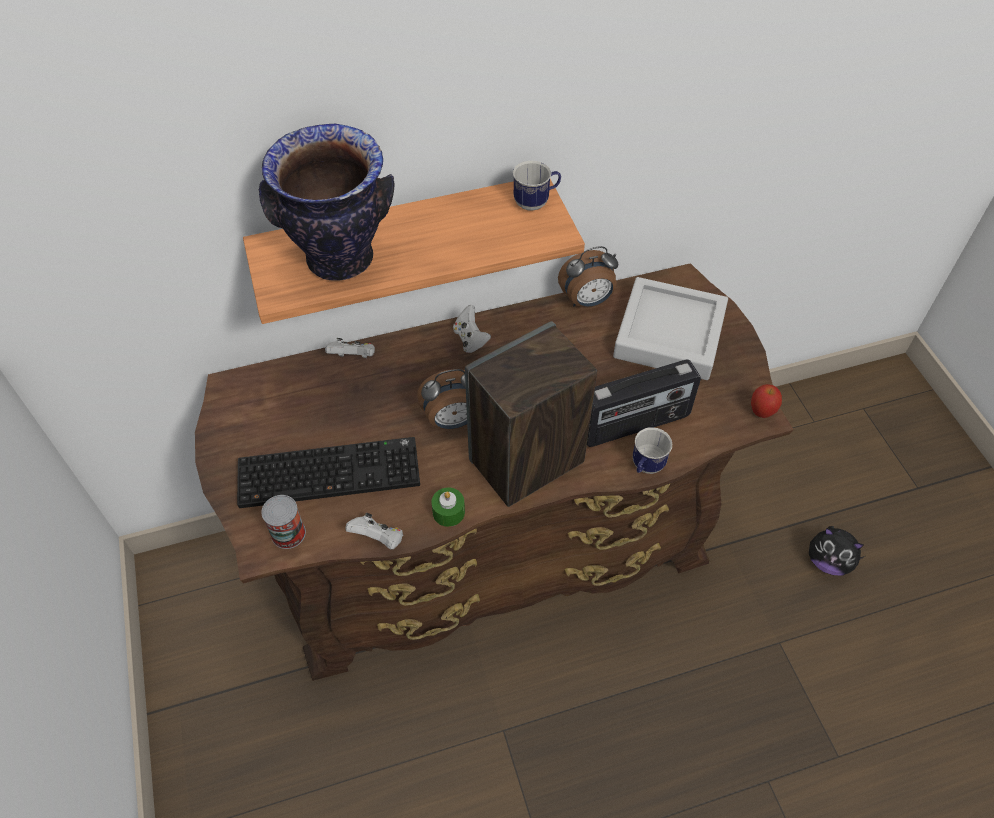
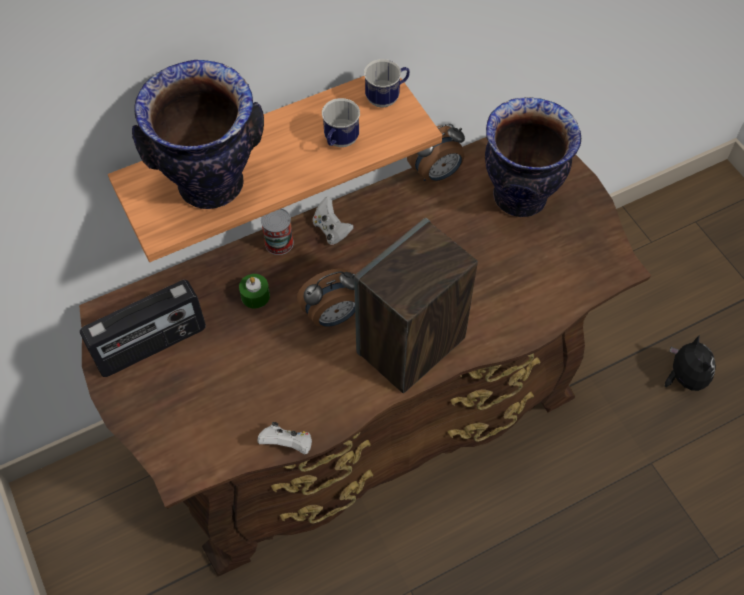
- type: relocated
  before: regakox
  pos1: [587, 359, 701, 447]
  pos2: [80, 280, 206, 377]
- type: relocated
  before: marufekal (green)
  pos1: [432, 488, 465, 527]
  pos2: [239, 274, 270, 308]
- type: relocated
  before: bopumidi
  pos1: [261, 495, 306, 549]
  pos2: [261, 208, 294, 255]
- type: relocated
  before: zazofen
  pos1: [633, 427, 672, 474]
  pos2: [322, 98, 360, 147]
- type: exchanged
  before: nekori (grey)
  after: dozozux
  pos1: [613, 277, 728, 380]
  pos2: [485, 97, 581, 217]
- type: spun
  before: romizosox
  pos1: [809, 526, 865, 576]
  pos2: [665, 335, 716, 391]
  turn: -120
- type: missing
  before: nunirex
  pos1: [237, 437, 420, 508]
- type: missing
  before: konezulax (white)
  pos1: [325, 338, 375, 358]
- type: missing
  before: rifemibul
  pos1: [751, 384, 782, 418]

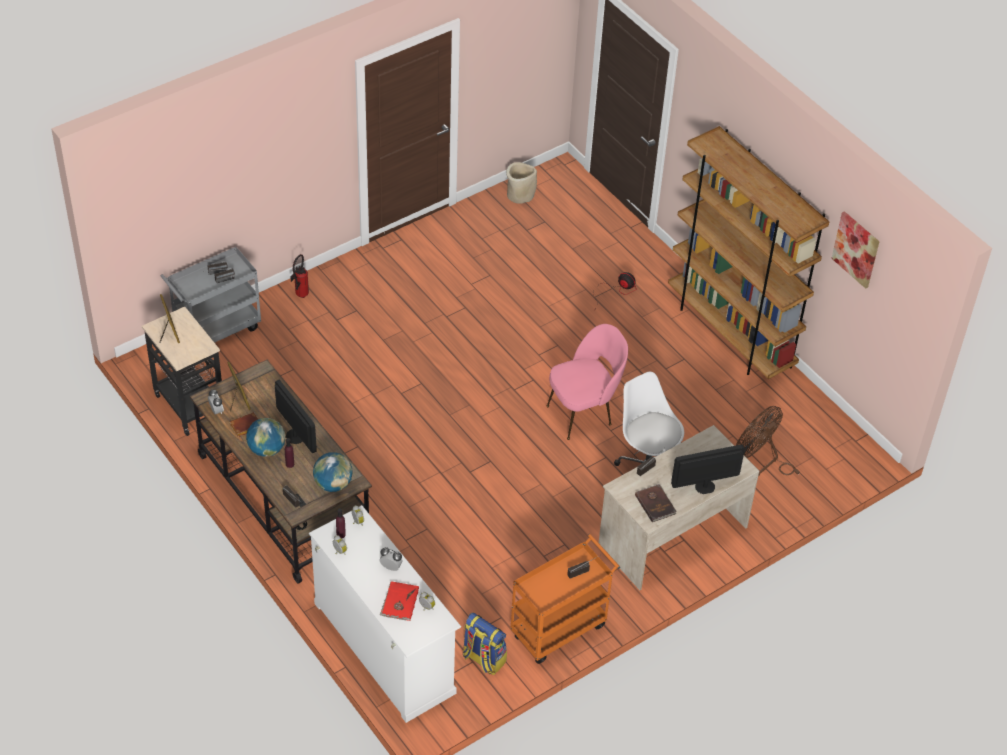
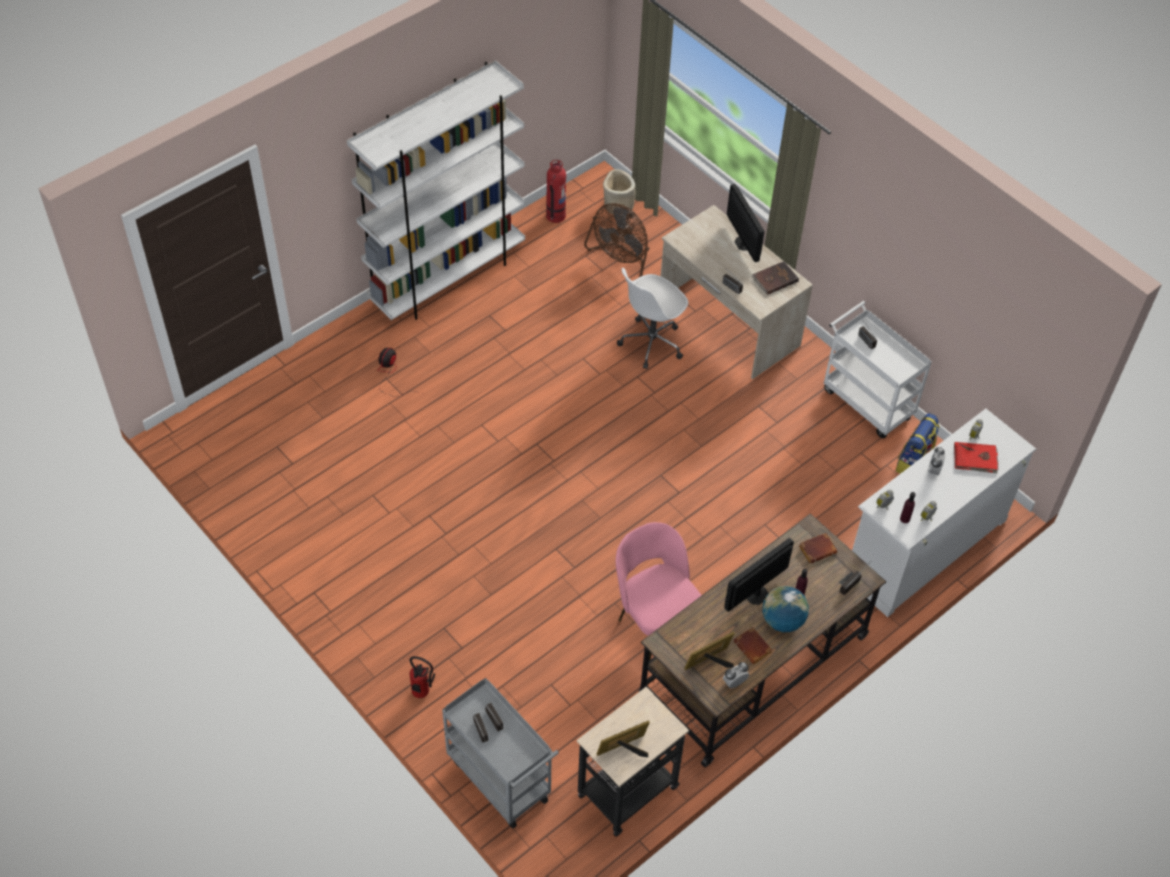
- type: colour
  before: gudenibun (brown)
  after: gudenibun (white)
  pos1: [668, 126, 830, 379]
  pos2: [347, 60, 525, 320]
- type: appeared
  after: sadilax
  pos2: [546, 160, 566, 223]
- type: relocated
  before: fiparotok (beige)
  pos1: [506, 162, 537, 204]
  pos2: [603, 169, 635, 214]
- type: relocated
  before: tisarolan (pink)
  pos1: [546, 324, 628, 440]
  pos2: [616, 522, 702, 661]
- type: exchanged
  before: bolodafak
  after: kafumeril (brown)
  pos1: [313, 452, 352, 492]
  pos2: [799, 533, 837, 564]
- type: colour
  before: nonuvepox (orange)
  after: nonuvepox (white)
  pos1: [510, 534, 620, 664]
  pos2: [824, 301, 932, 438]
- type: missing
  before: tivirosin
  pos1: [831, 211, 880, 289]

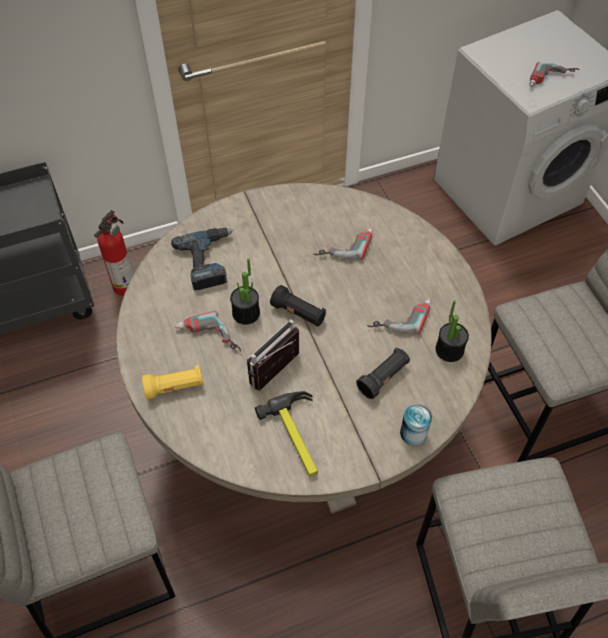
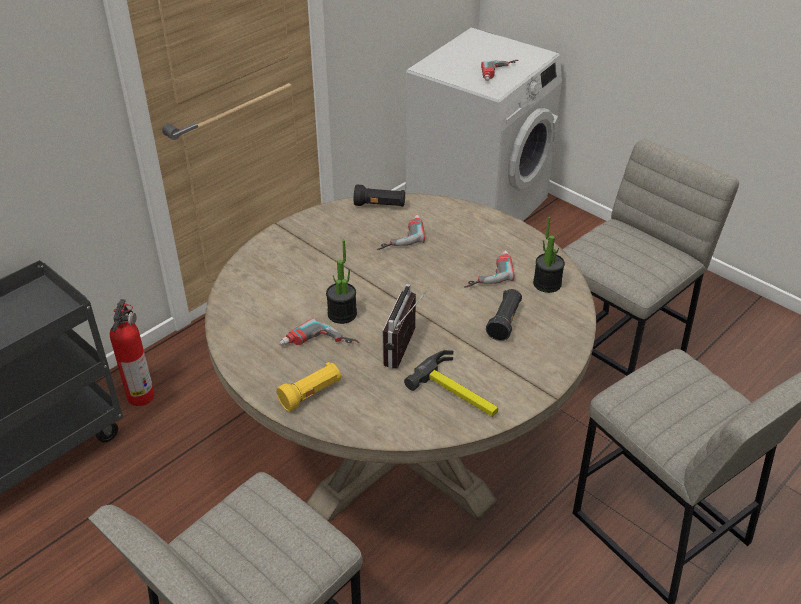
- type: relocated
  before: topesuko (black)
  pos1: [270, 285, 326, 326]
  pos2: [354, 185, 405, 207]
- type: missing
  before: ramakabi
  pos1: [171, 228, 234, 290]
- type: missing
  before: bopumidi
  pos1: [400, 404, 432, 446]

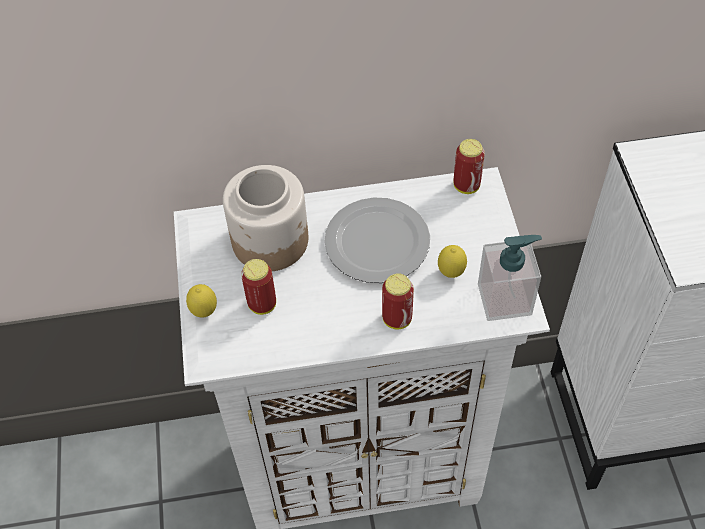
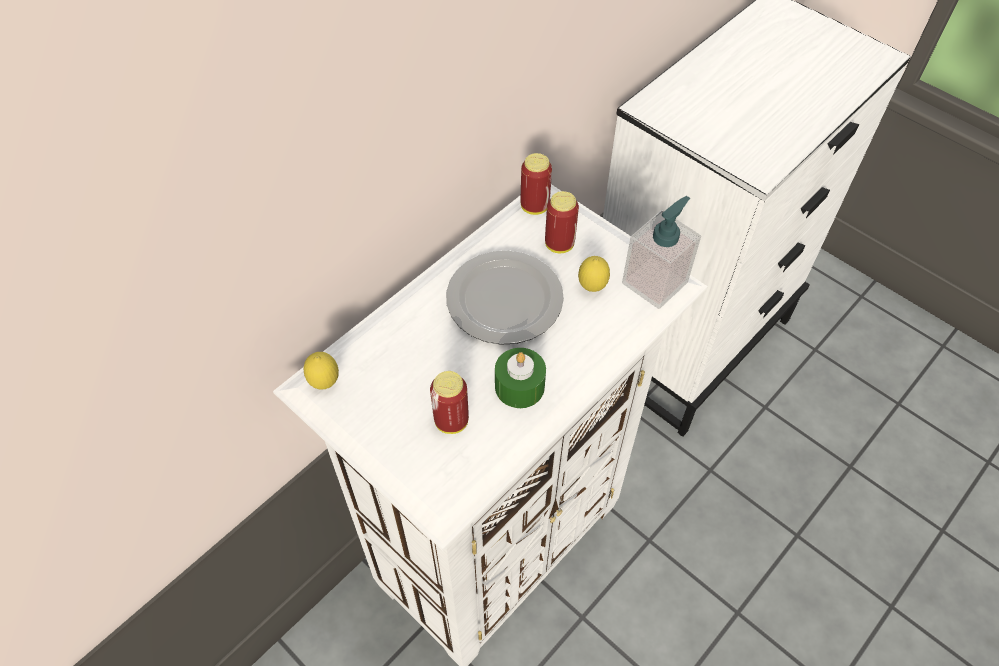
- type: relocated
  before: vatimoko
  pos1: [186, 284, 217, 318]
  pos2: [304, 352, 339, 390]
- type: appeared
  after: marufekal (green)
  pos2: [495, 348, 546, 408]
- type: relocated
  before: bopumidi
  pos1: [382, 273, 414, 330]
  pos2: [545, 191, 579, 253]
- type: missing
  before: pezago
  pos1: [223, 165, 308, 271]

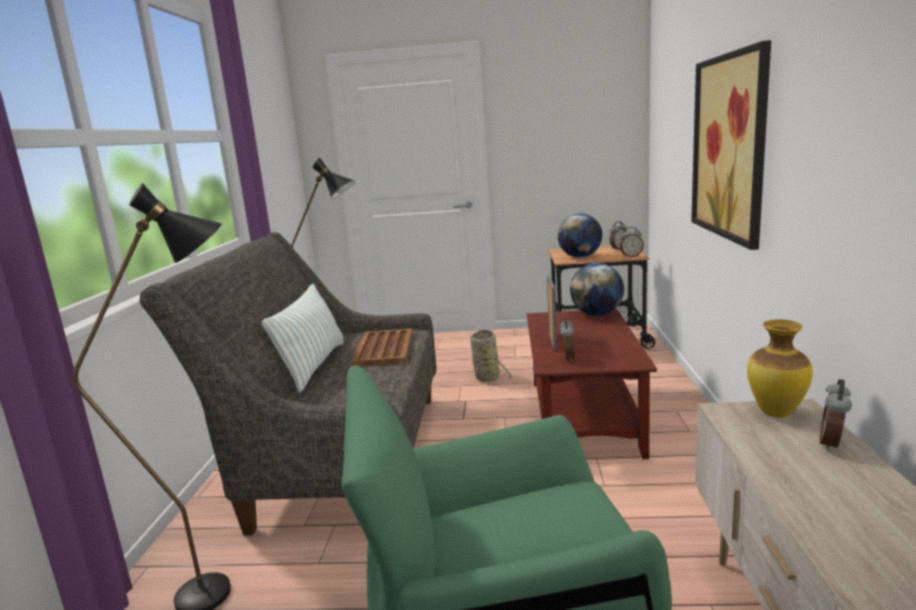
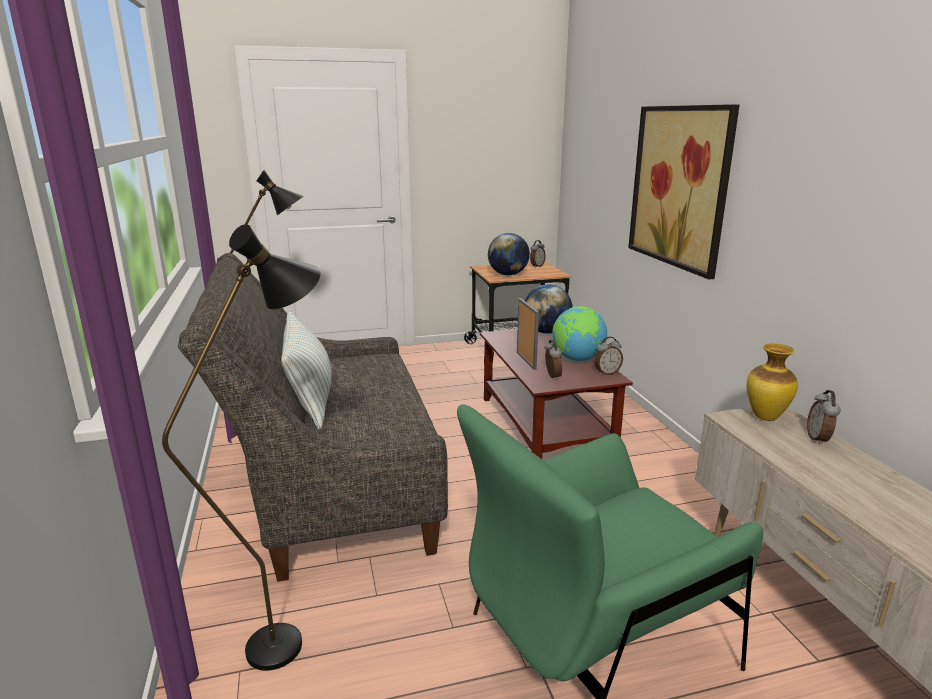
- type: appeared
  after: bolodafak
  pos2: [552, 306, 607, 362]
- type: relocated
  before: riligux
  pos1: [620, 227, 644, 257]
  pos2: [594, 337, 623, 375]
- type: missing
  before: nekori (brown)
  pos1: [351, 328, 413, 366]
- type: missing
  before: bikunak
  pos1: [470, 329, 513, 387]

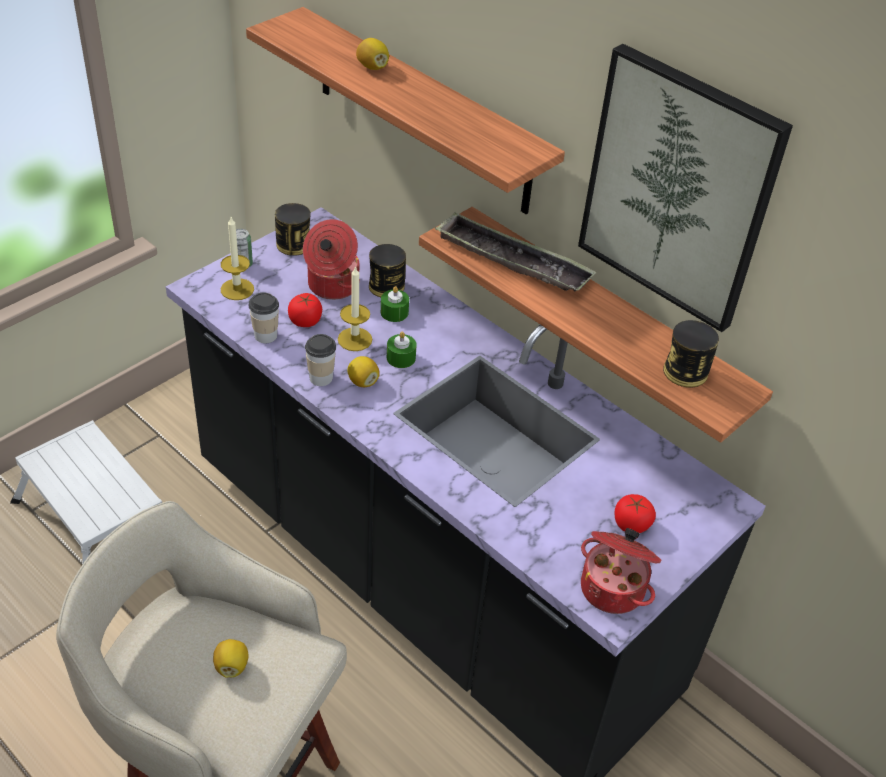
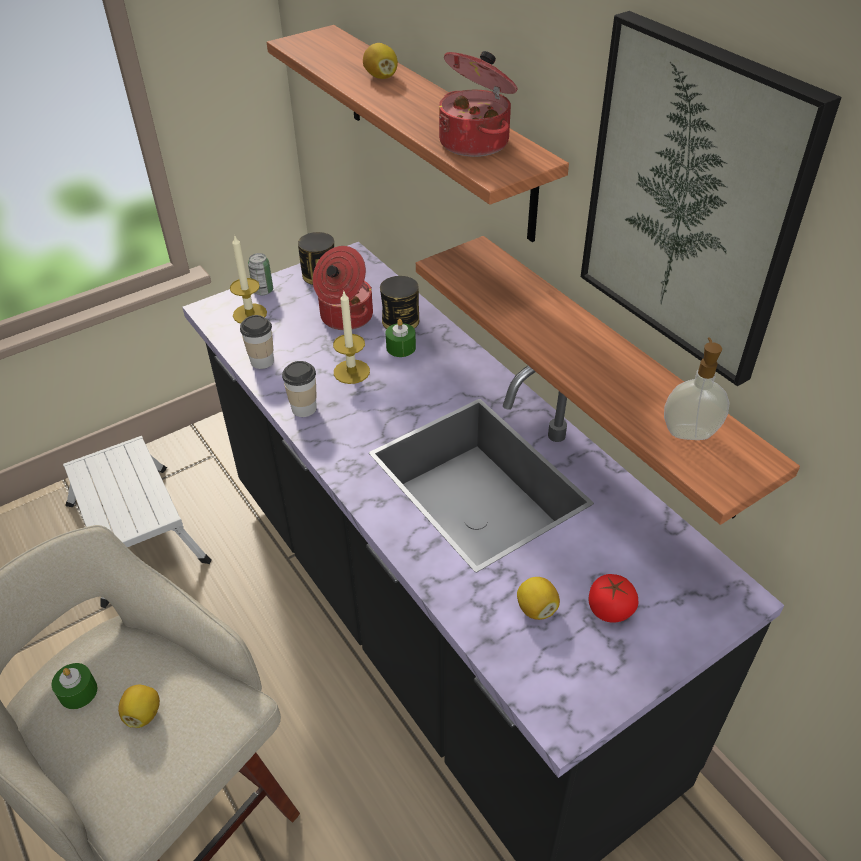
- type: relocated
  before: marufekal (green)
  pos1: [387, 332, 417, 368]
  pos2: [52, 663, 97, 709]
- type: relocated
  before: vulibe
  pos1: [581, 528, 661, 614]
  pos2: [439, 51, 518, 157]
- type: relocated
  before: vatimoko
  pos1: [347, 356, 380, 387]
  pos2: [517, 577, 560, 620]
- type: exchanged
  before: bopumidi
  after: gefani
  pos1: [663, 320, 719, 388]
  pos2: [664, 338, 729, 440]
- type: missing
  before: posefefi
  pos1: [288, 293, 322, 327]
- type: missing
  before: nekori
  pos1: [435, 212, 596, 292]

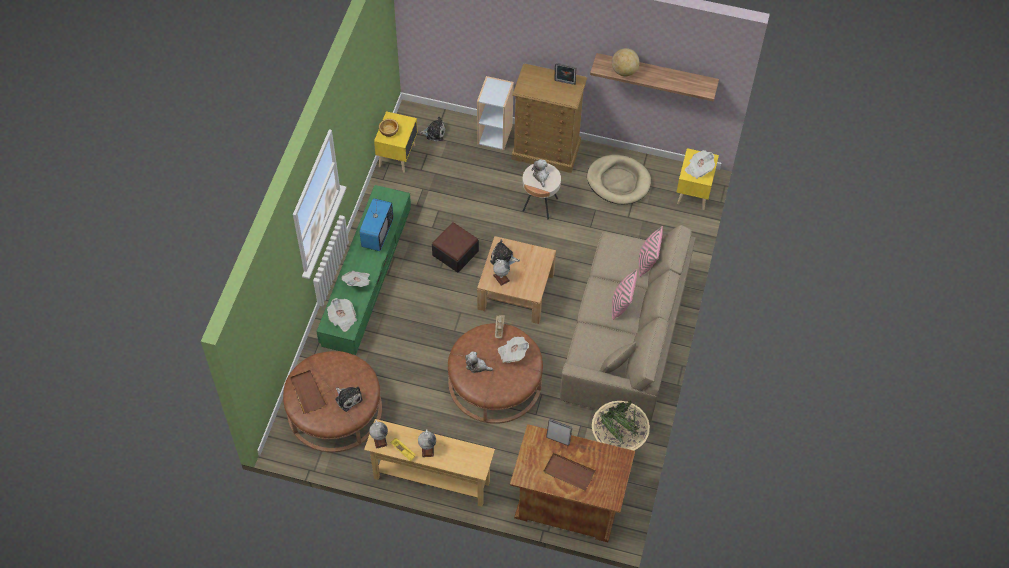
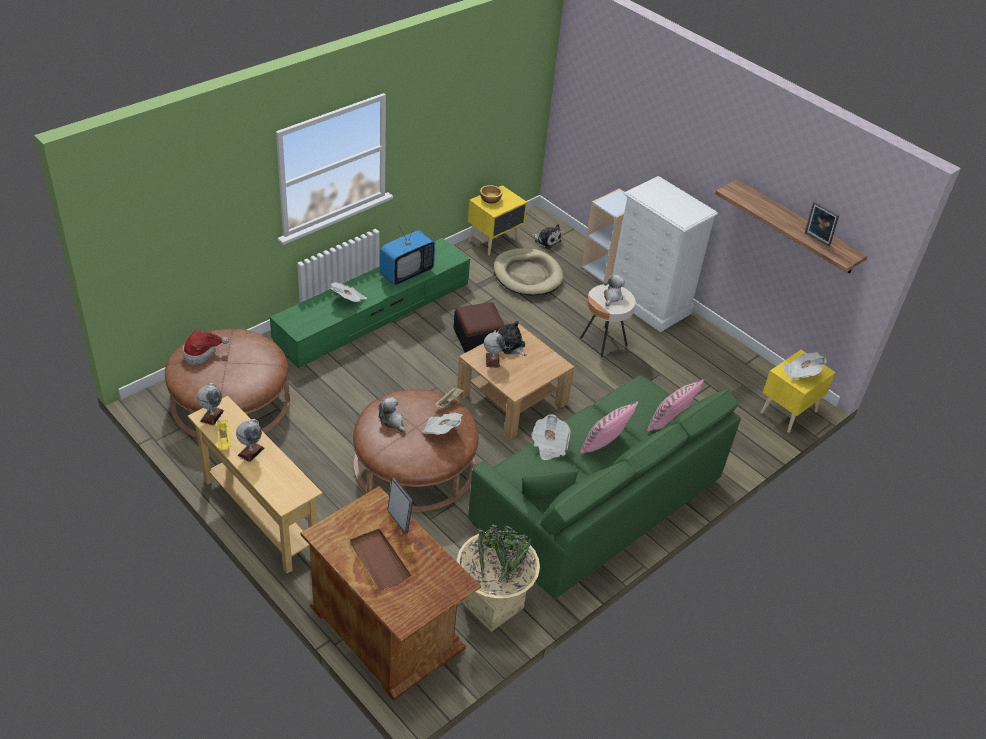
- type: exchanged
  before: nekori (brown)
  after: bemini
  pos1: [290, 370, 327, 414]
  pos2: [183, 330, 229, 365]
- type: colour
  before: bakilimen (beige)
  after: bakilimen (green)
  pos1: [560, 225, 696, 422]
  pos2: [468, 376, 741, 599]
- type: relocated
  before: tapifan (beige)
  pos1: [587, 155, 651, 204]
  pos2: [494, 248, 564, 296]
- type: relocated
  before: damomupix
  pos1: [327, 298, 357, 332]
  pos2: [531, 414, 571, 460]
- type: colour
  before: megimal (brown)
  after: megimal (white)
  pos1: [512, 64, 587, 173]
  pos2: [613, 176, 718, 332]
- type: relocated
  before: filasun
  pos1: [554, 63, 577, 85]
  pos2: [805, 201, 839, 247]
- type: missing
  before: romizosox
  pos1: [335, 387, 363, 412]
- type: missing
  before: bolodafak
  pos1: [612, 48, 640, 76]

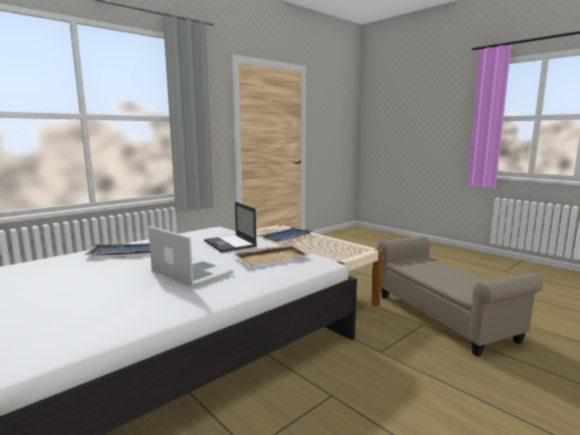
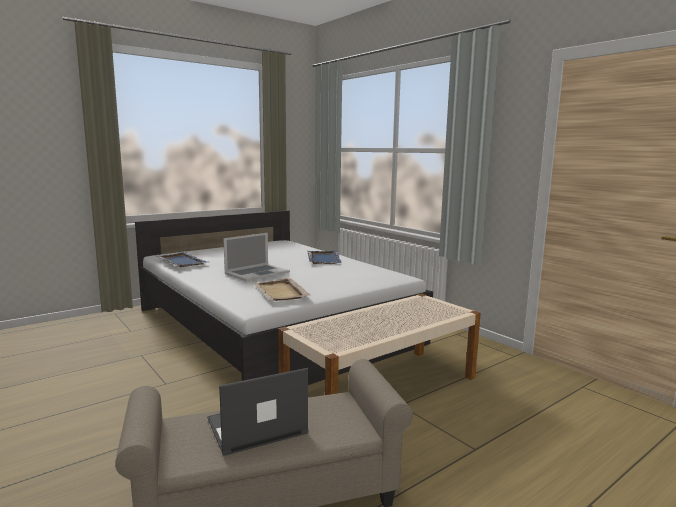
- type: relocated
  before: nekori (blue)
  pos1: [258, 228, 313, 241]
  pos2: [155, 252, 207, 268]
- type: relocated
  before: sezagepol
  pos1: [204, 202, 257, 253]
  pos2: [207, 368, 309, 456]

